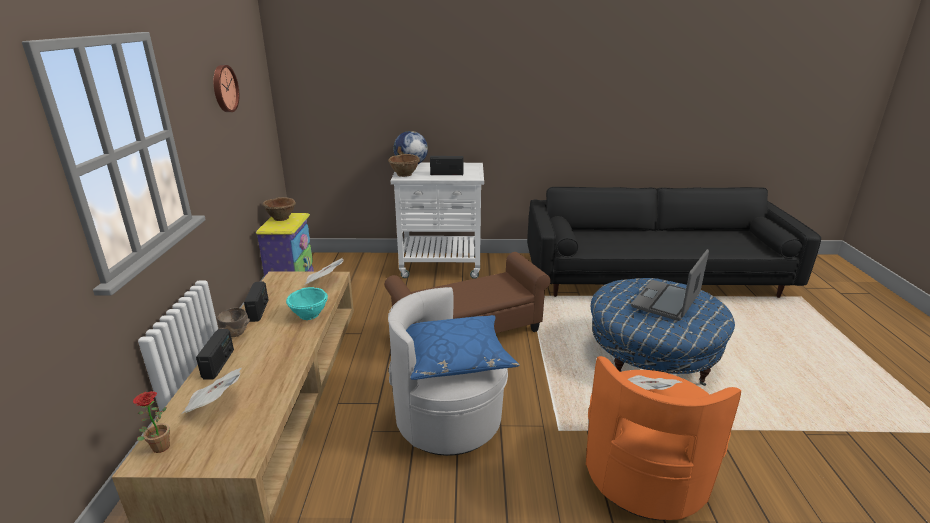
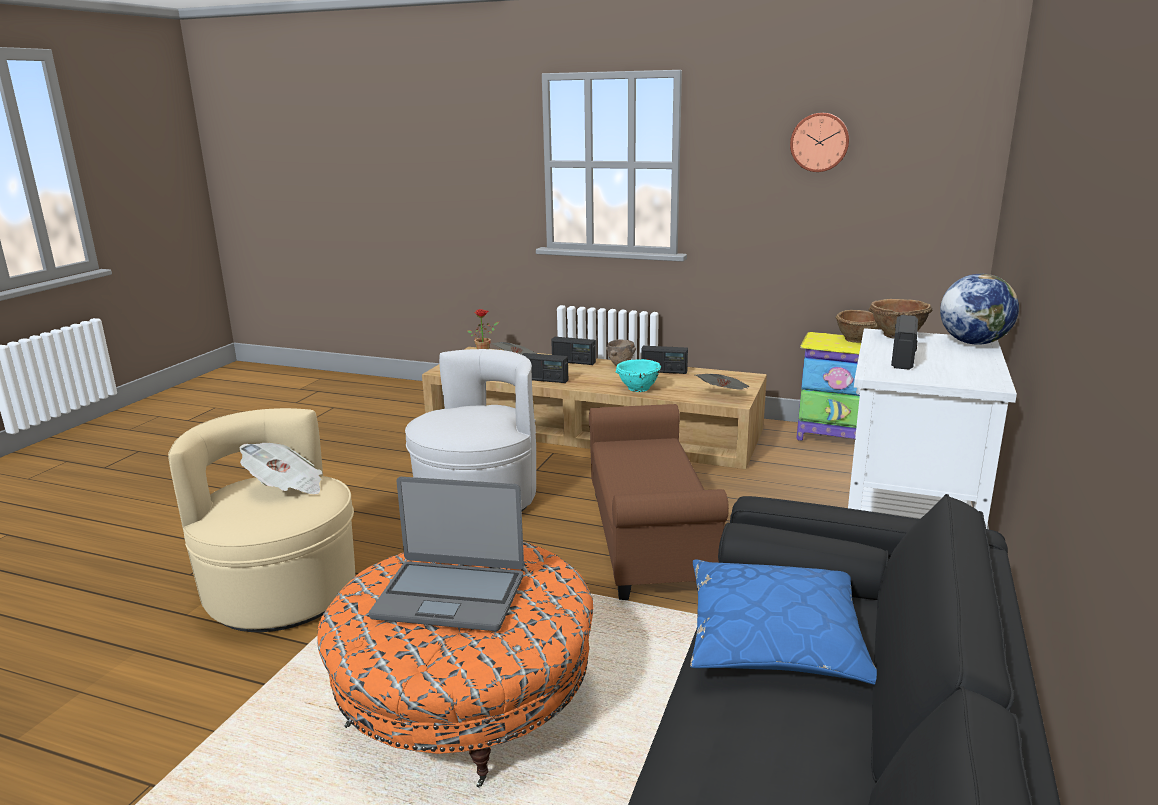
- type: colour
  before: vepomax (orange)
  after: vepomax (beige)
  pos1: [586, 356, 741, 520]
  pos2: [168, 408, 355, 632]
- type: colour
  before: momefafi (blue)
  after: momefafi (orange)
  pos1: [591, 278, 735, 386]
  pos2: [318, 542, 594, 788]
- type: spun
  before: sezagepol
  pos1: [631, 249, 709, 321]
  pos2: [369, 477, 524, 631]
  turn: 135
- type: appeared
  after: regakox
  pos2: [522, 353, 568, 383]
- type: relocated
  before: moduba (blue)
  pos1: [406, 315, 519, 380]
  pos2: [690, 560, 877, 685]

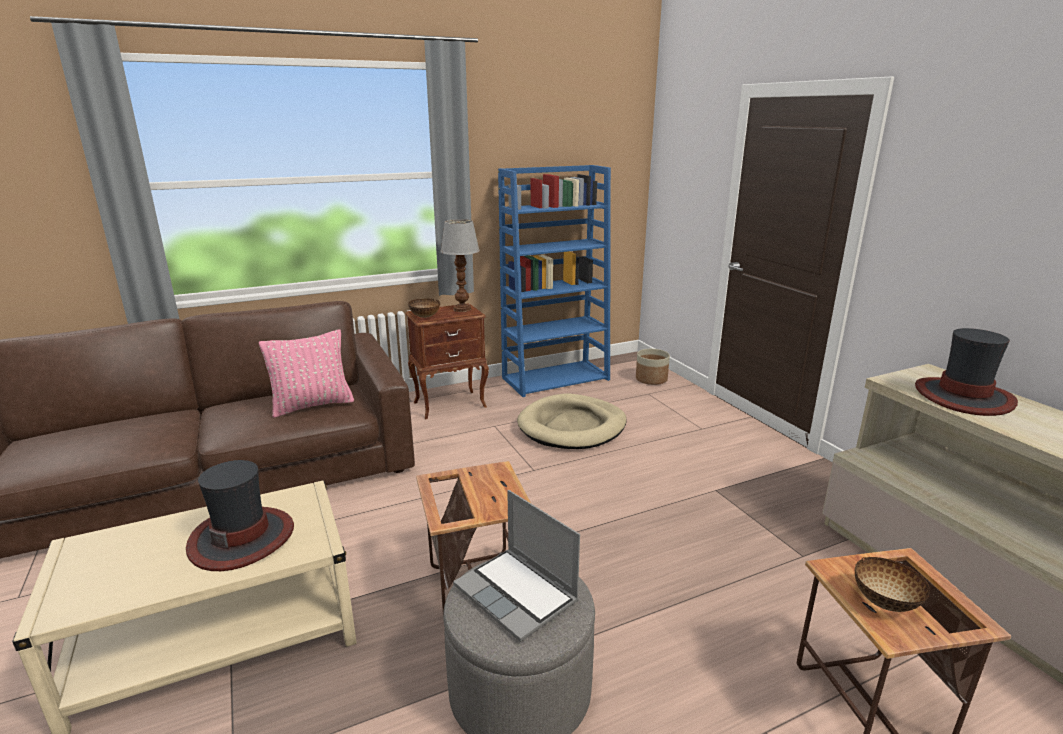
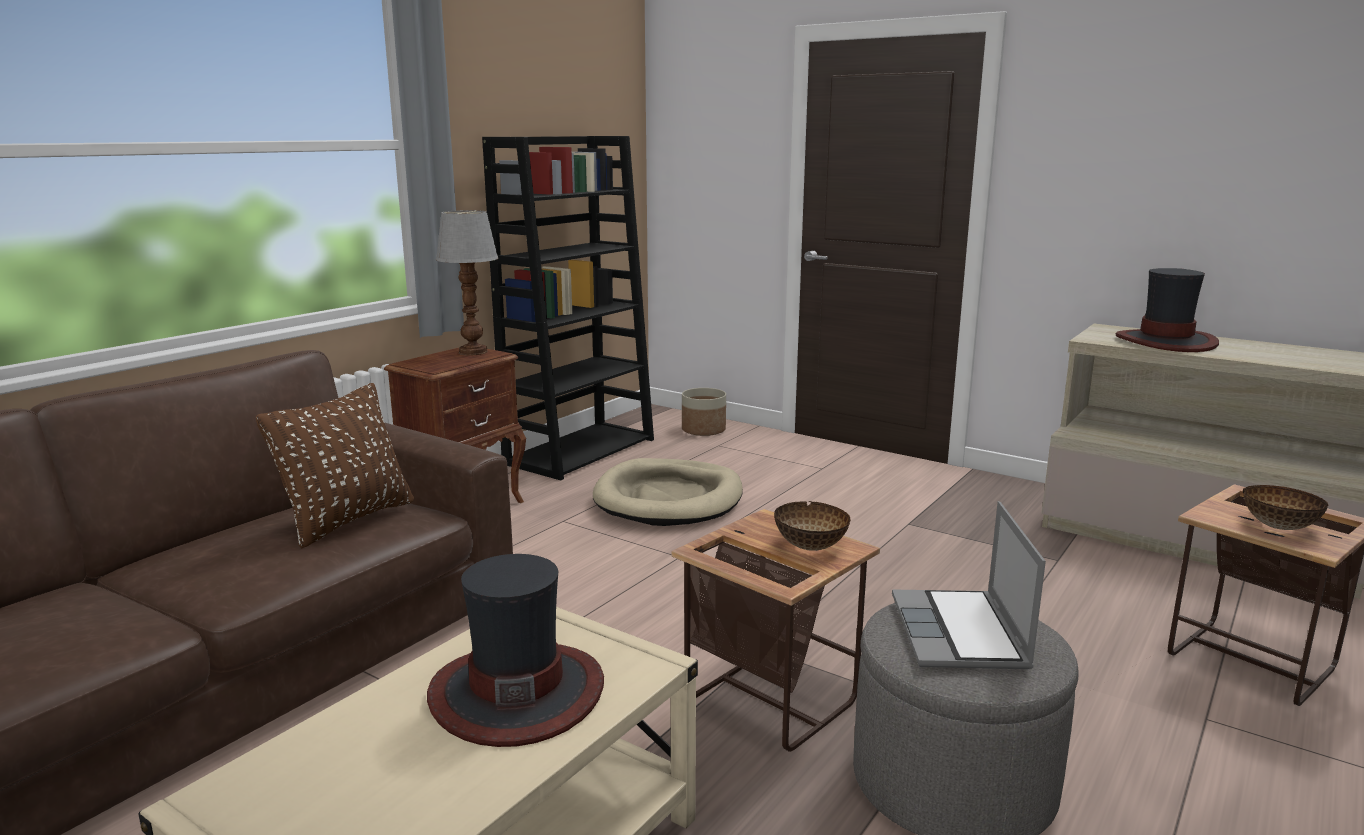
- type: colour
  before: moduba (pink)
  after: moduba (brown)
  pos1: [259, 329, 354, 418]
  pos2: [256, 383, 414, 549]
- type: colour
  before: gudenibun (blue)
  after: gudenibun (black)
  pos1: [498, 165, 611, 397]
  pos2: [482, 136, 654, 481]
- type: relocated
  before: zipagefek
  pos1: [408, 298, 440, 318]
  pos2: [774, 501, 851, 551]
- type: spun
  before: sezagepol
  pos1: [453, 490, 580, 642]
  pos2: [892, 501, 1046, 669]
  turn: 75

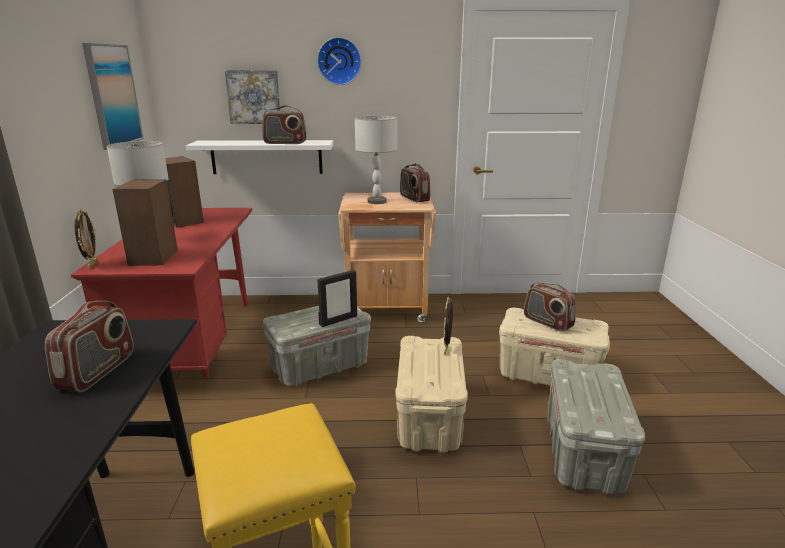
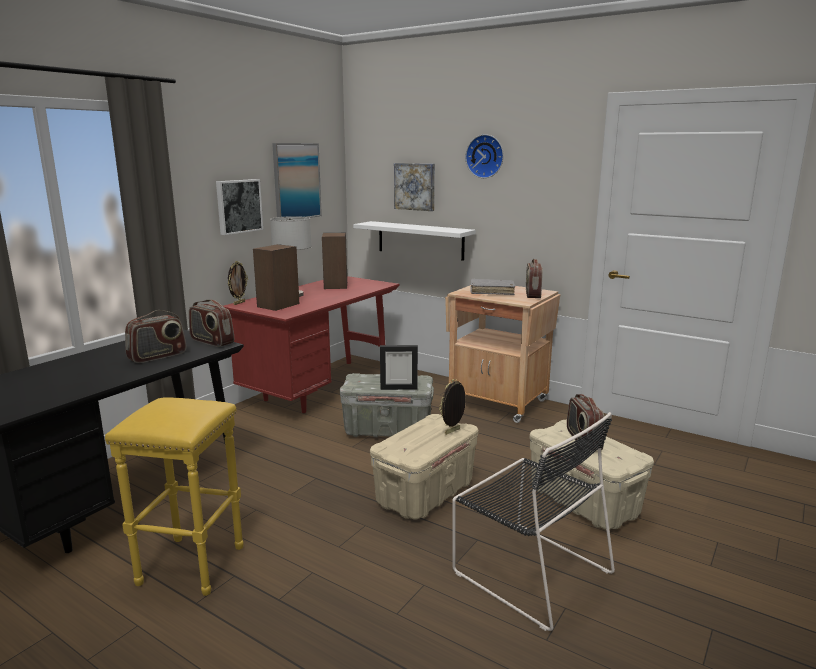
- type: relocated
  before: regakox
  pos1: [262, 105, 306, 144]
  pos2: [189, 299, 234, 347]
- type: appeared
  after: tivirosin
  pos2: [216, 179, 263, 235]
- type: exchanged
  before: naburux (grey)
  after: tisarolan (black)
  pos1: [547, 359, 645, 495]
  pos2: [452, 412, 615, 631]
- type: exchanged
  before: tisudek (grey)
  after: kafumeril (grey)
  pos1: [355, 116, 398, 204]
  pos2: [470, 279, 515, 295]

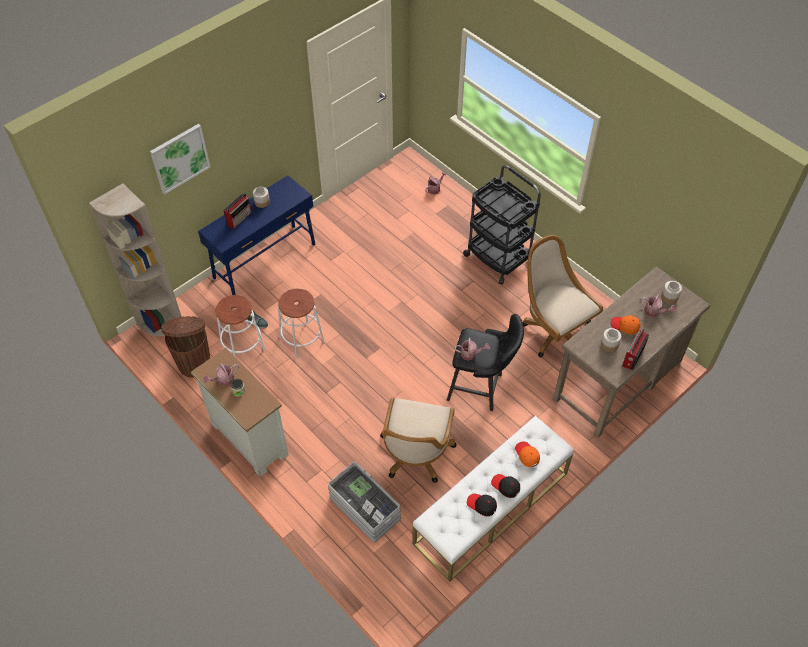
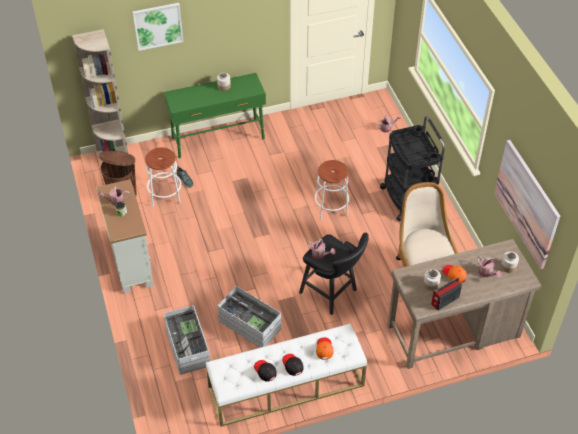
- type: colour
  before: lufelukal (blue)
  after: lufelukal (green)
  pos1: [198, 175, 315, 295]
  pos2: [164, 73, 266, 158]
- type: exchanged
  before: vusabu
  after: naburux (grey)
  pos1: [380, 397, 456, 483]
  pos2: [218, 286, 282, 348]
- type: relocated
  before: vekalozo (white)
  pos1: [278, 289, 325, 359]
  pos2: [315, 160, 349, 220]
- type: appeared
  after: tivirosin
  pos2: [494, 140, 560, 269]
- type: missing
  before: regakox
  pos1: [223, 193, 252, 229]

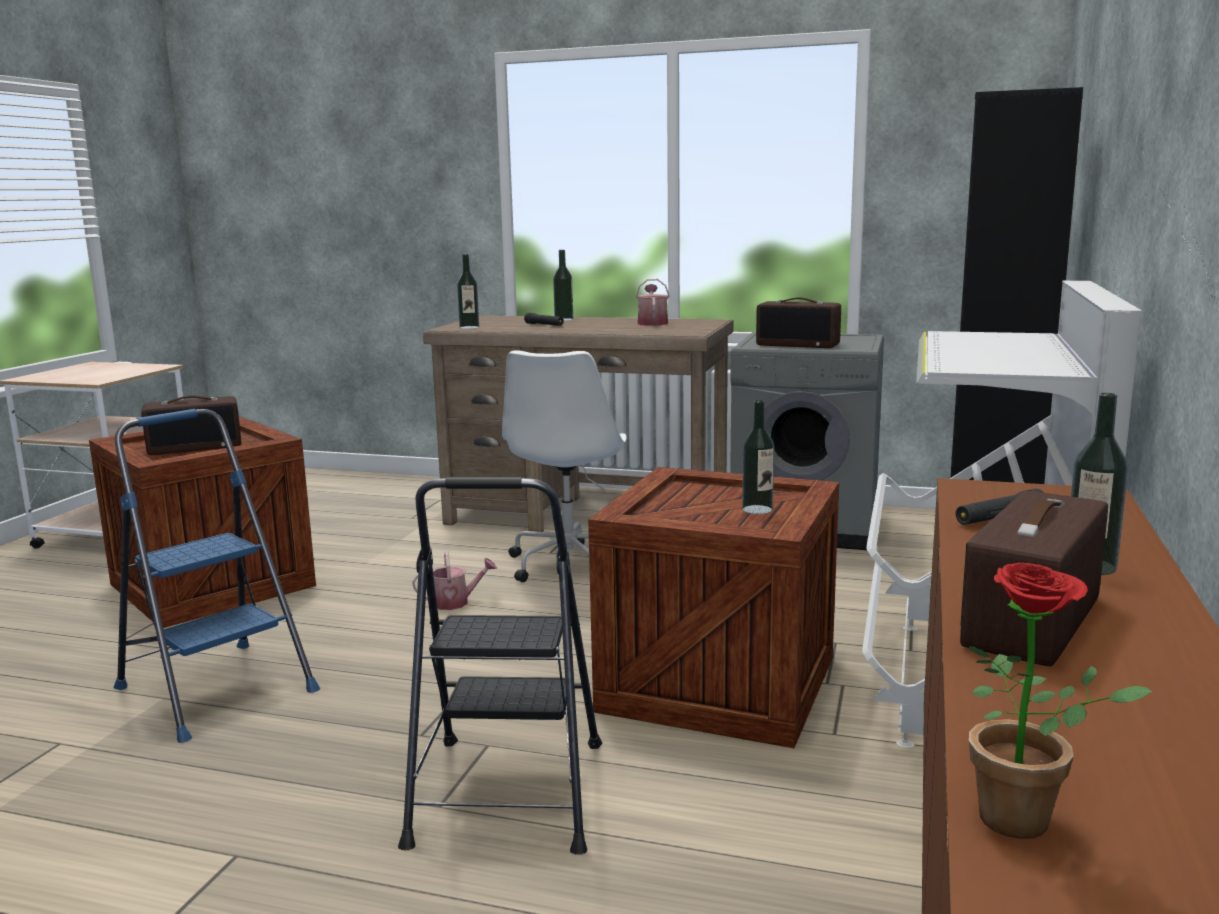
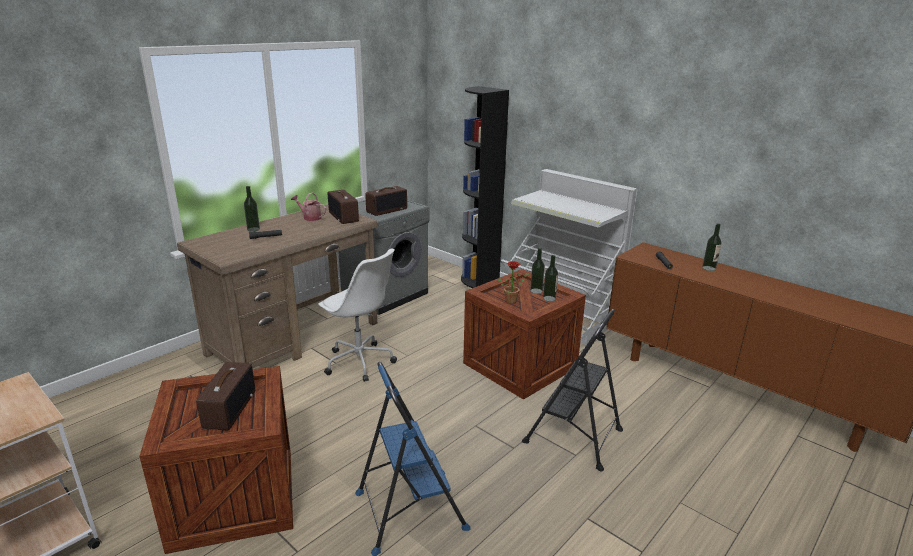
- type: relocated
  before: regakox
  pos1: [960, 491, 1108, 666]
  pos2: [328, 190, 359, 224]
- type: relocated
  before: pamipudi
  pos1: [969, 563, 1153, 839]
  pos2: [498, 261, 529, 304]
- type: relocated
  before: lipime
  pos1: [457, 254, 479, 329]
  pos2: [543, 255, 558, 302]
- type: missing
  before: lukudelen
  pos1: [412, 551, 497, 610]

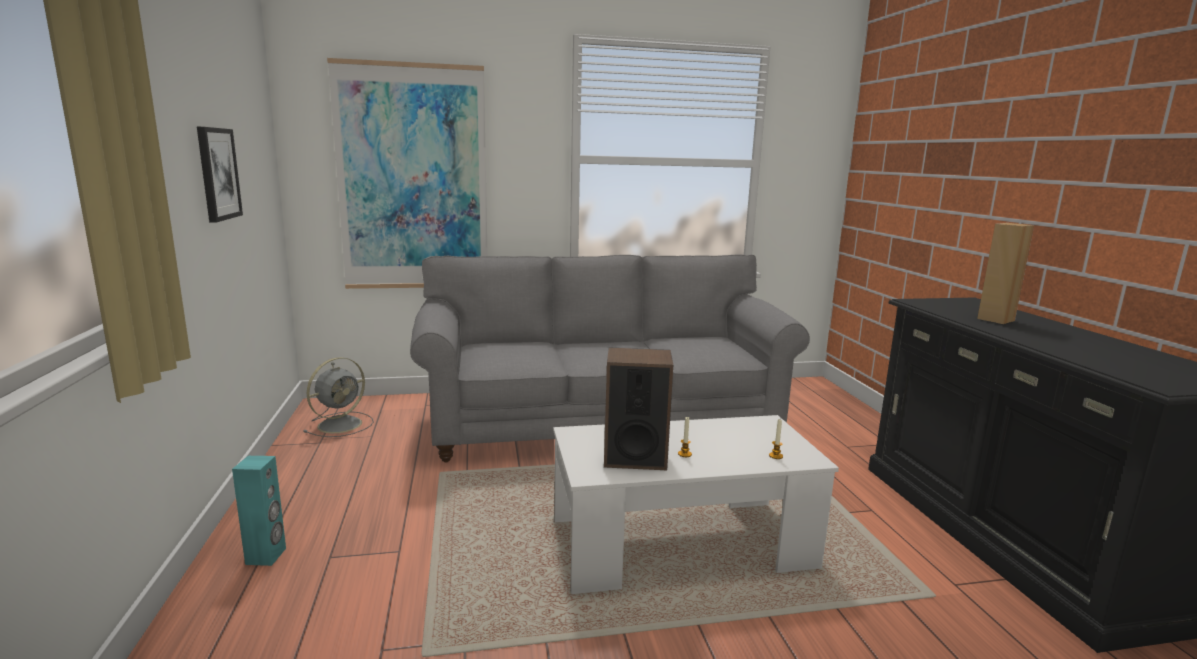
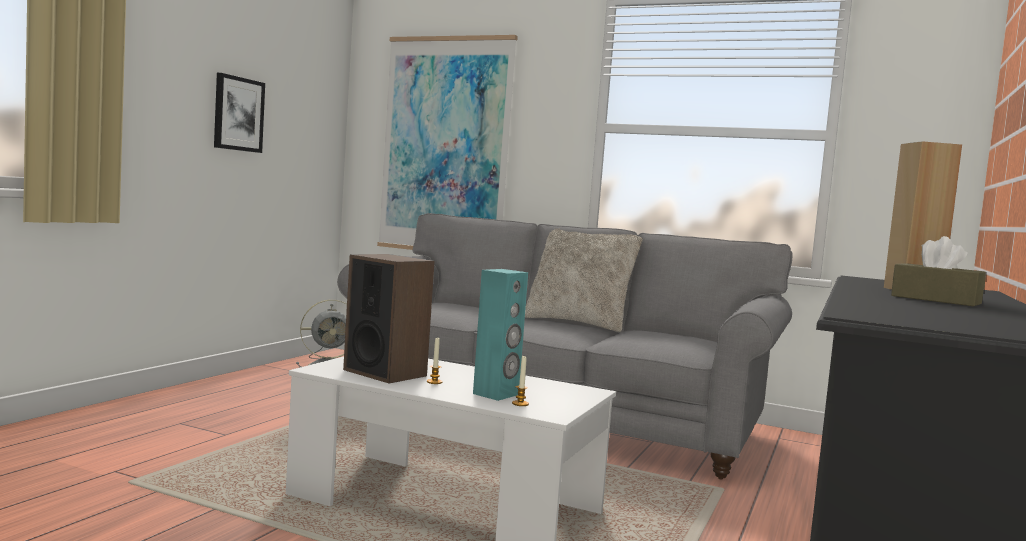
- type: relocated
  before: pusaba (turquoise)
  pos1: [232, 456, 286, 566]
  pos2: [473, 269, 528, 401]
- type: appeared
  after: moduba (beige)
  pos2: [525, 227, 643, 332]
- type: appeared
  after: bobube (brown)
  pos2: [891, 236, 986, 306]

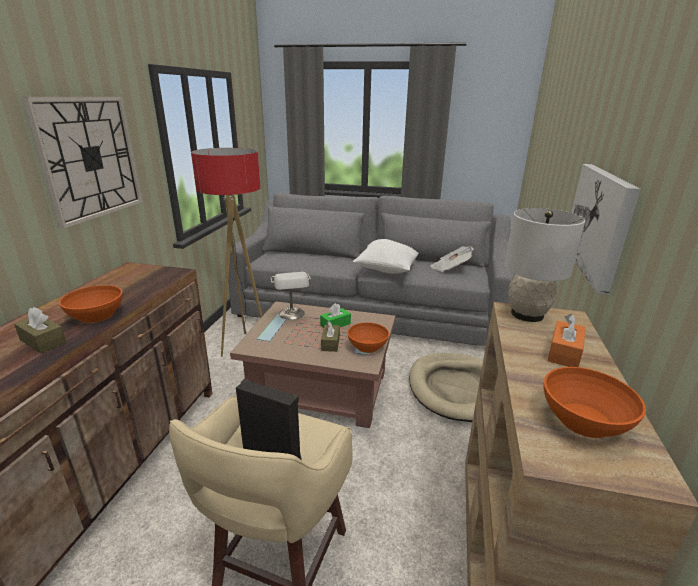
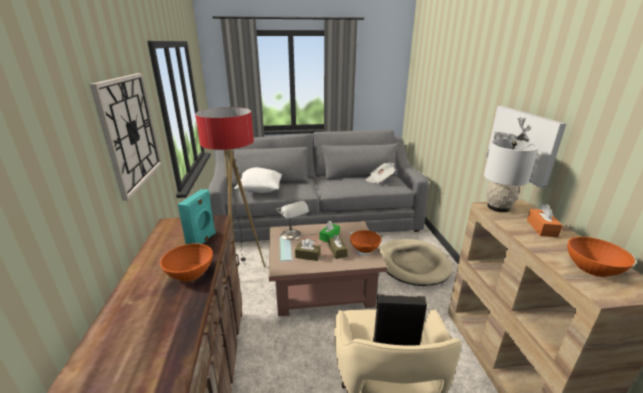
- type: appeared
  after: pusaba (turquoise)
  pos2: [178, 189, 216, 244]
- type: relocated
  before: moduba (white)
  pos1: [353, 239, 419, 274]
  pos2: [234, 167, 282, 193]
- type: relocated
  before: bobube (brown)
  pos1: [14, 307, 67, 354]
  pos2: [295, 239, 321, 261]

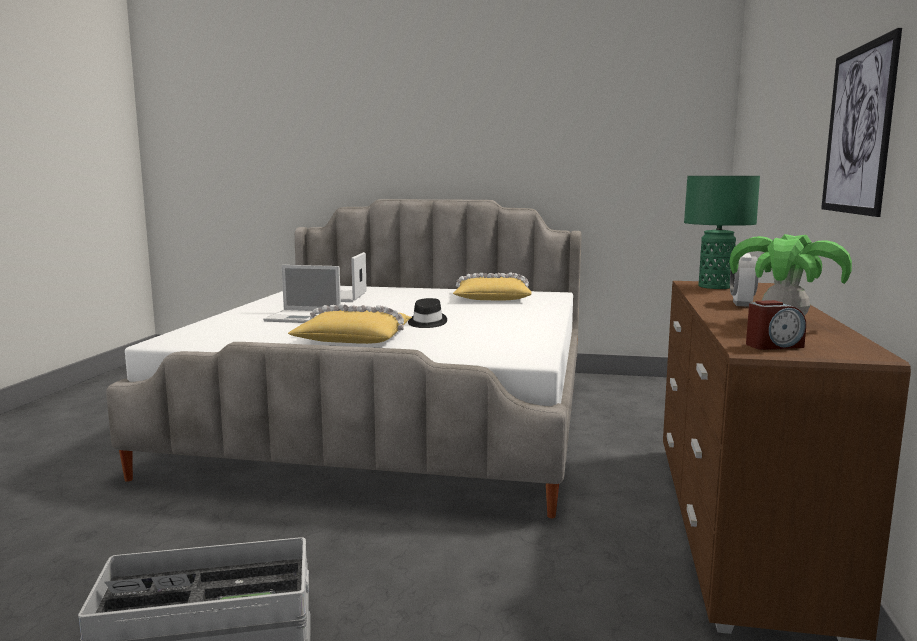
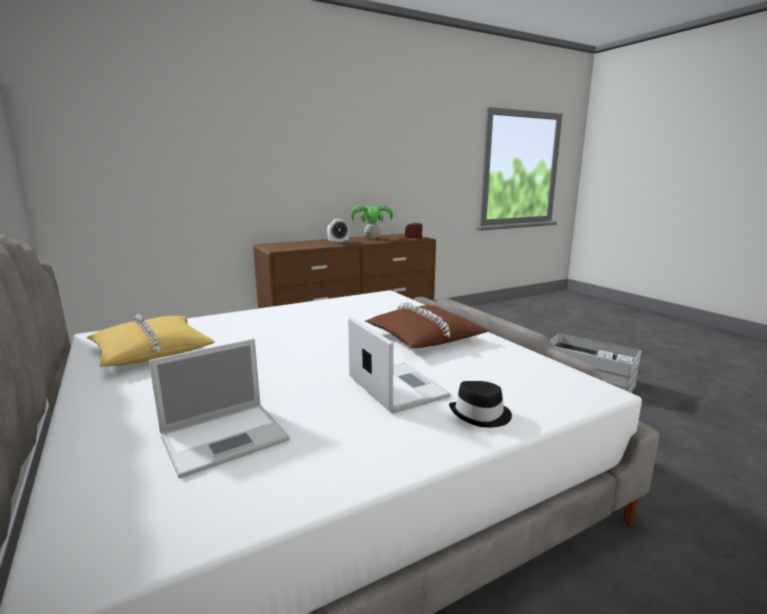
- type: colour
  before: moduba (yellow)
  after: moduba (brown)
  pos1: [288, 304, 412, 344]
  pos2: [365, 302, 489, 348]
- type: relocated
  before: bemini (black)
  pos1: [408, 298, 447, 328]
  pos2: [449, 381, 512, 428]
- type: missing
  before: tisudek (green)
  pos1: [684, 176, 760, 289]
- type: missing
  before: tivirosin
  pos1: [821, 28, 902, 217]

